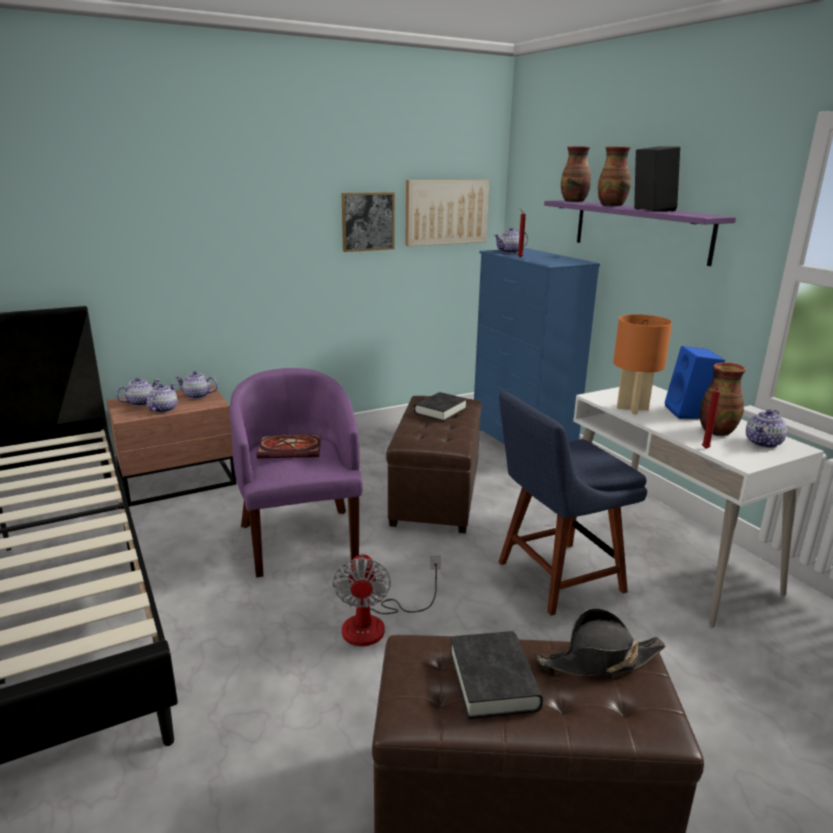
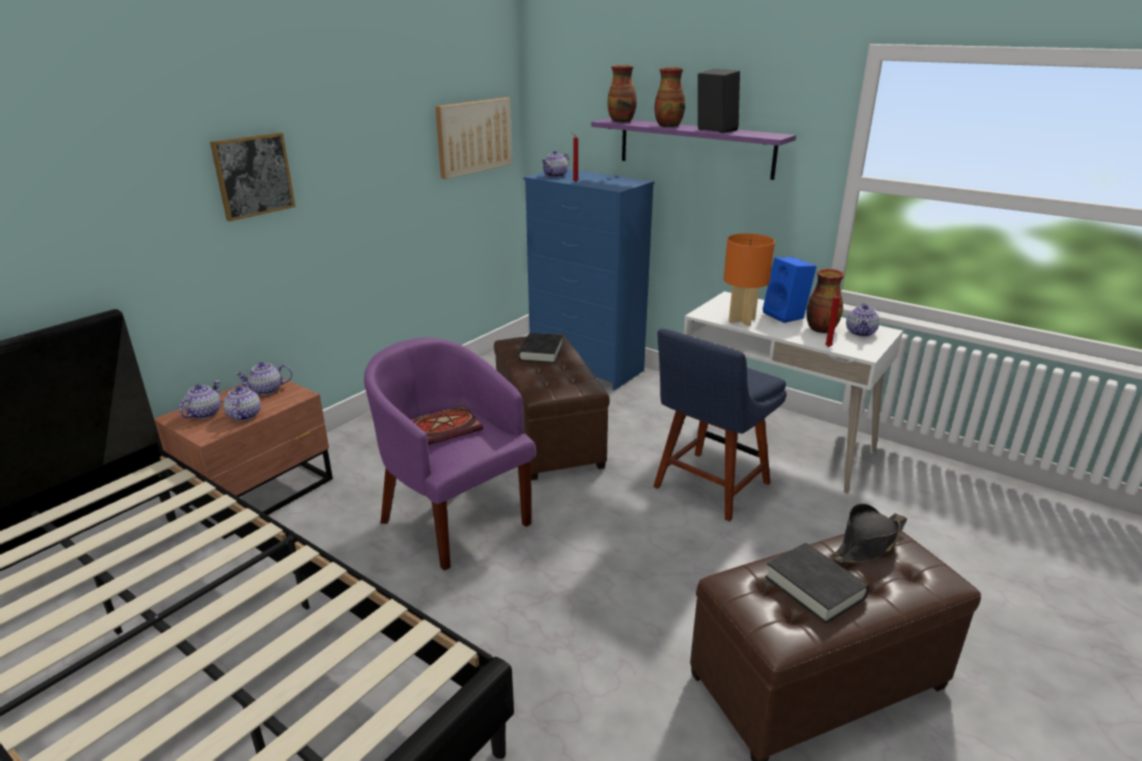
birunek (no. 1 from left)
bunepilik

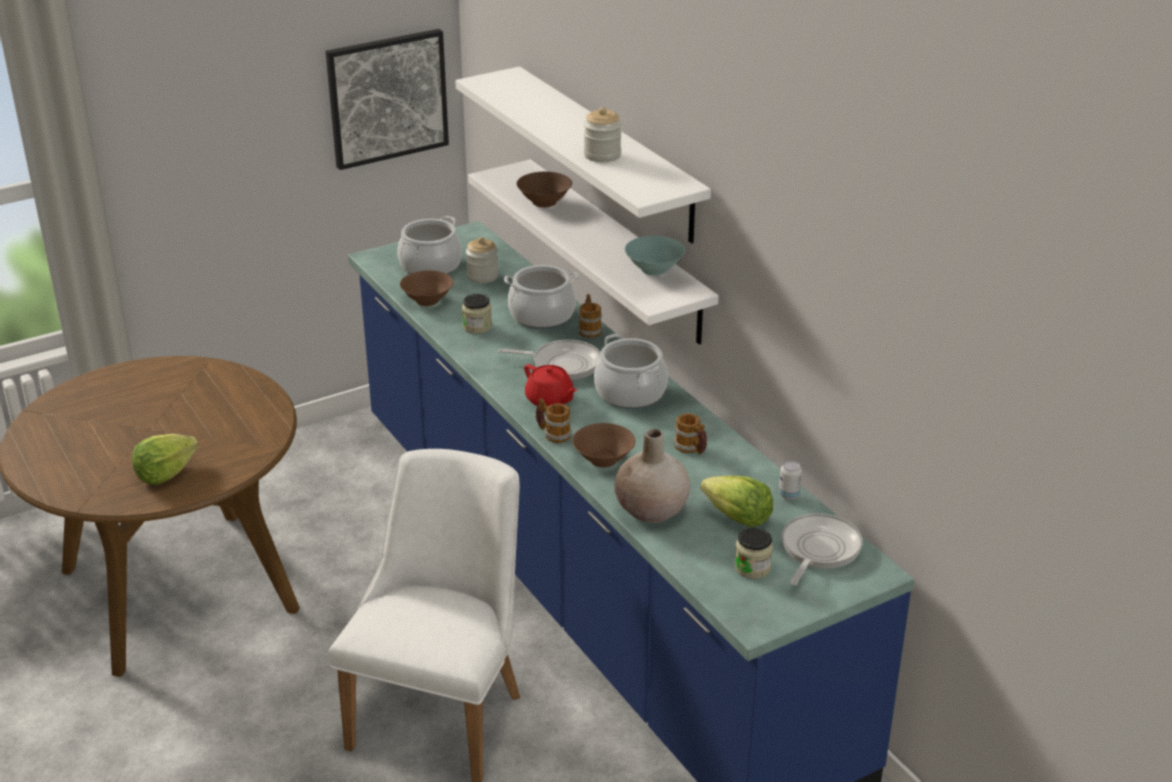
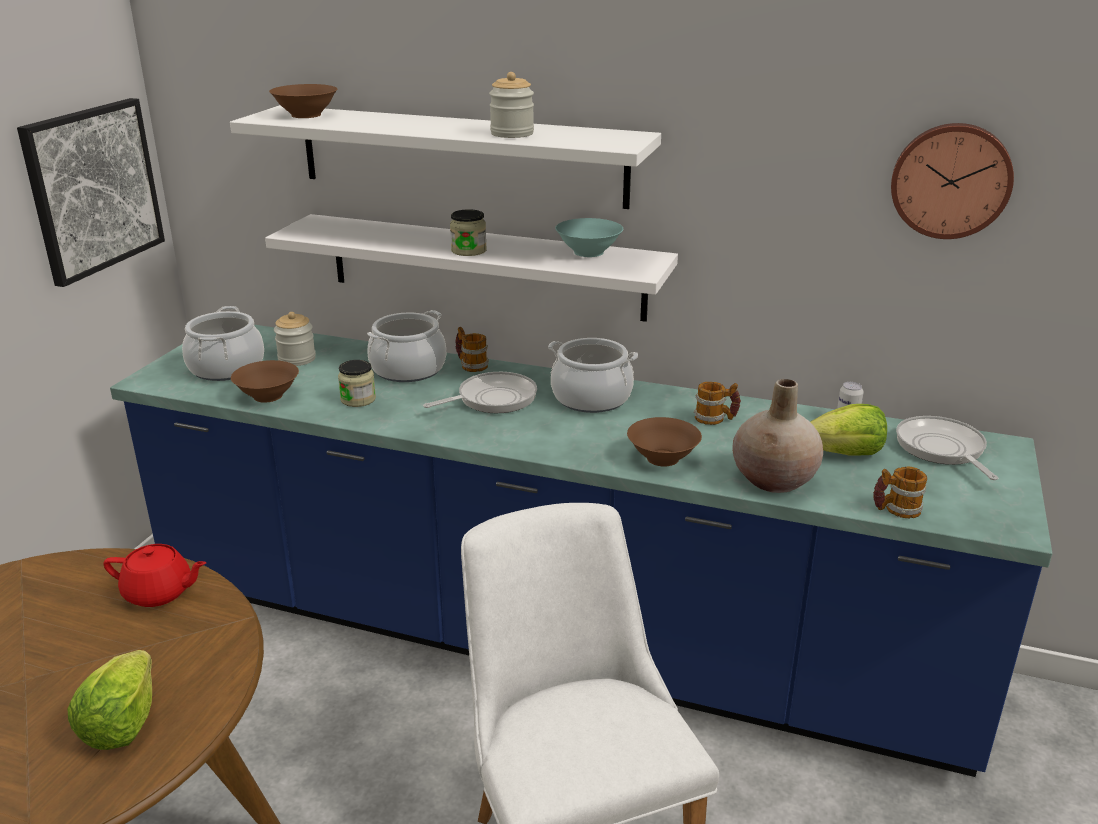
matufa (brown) (no. 2 from left)
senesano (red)
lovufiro (no. 3 from left)
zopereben (no. 3 from left)
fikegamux

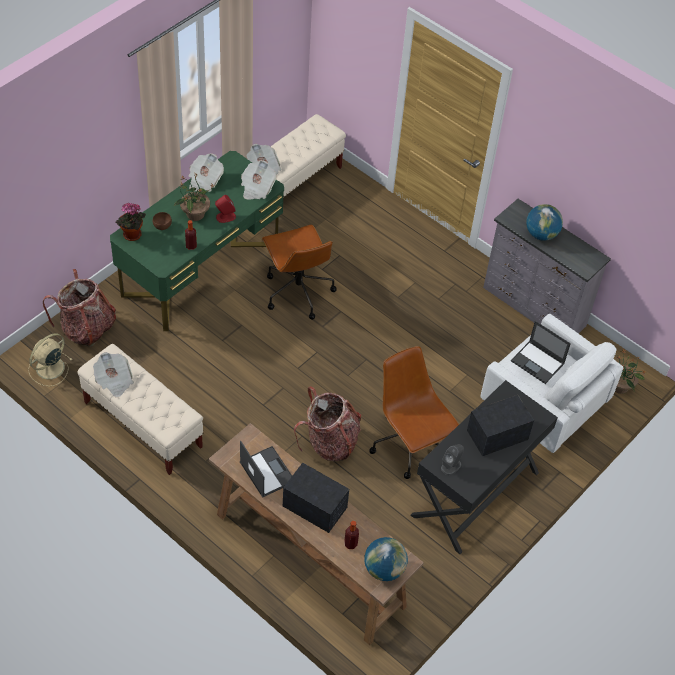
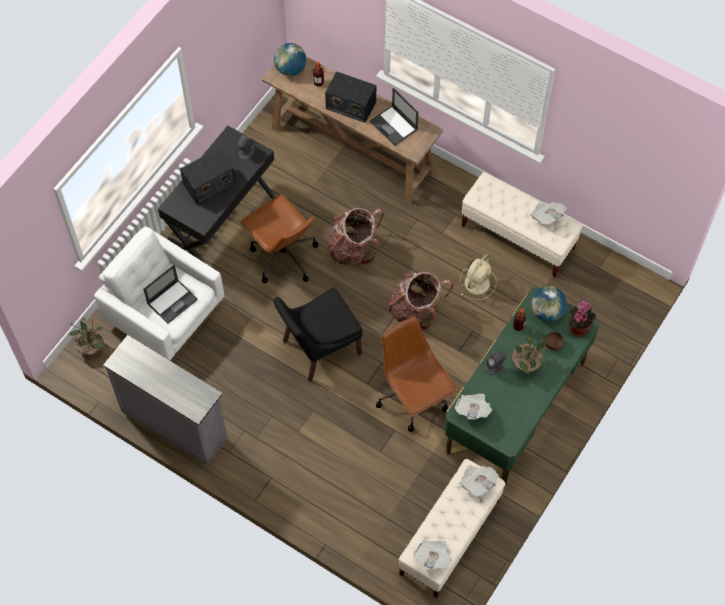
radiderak (no. 1 from left)
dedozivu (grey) (no. 2 from left)
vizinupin (no. 2 from left)
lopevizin (no. 2 from left)
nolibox (no. 1 from left)
bunepilik (beige)
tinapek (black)

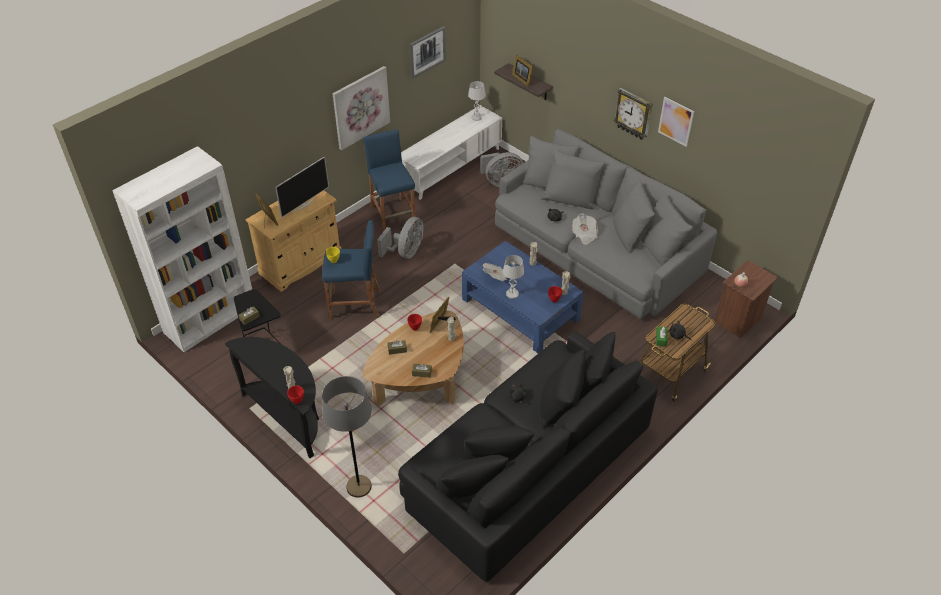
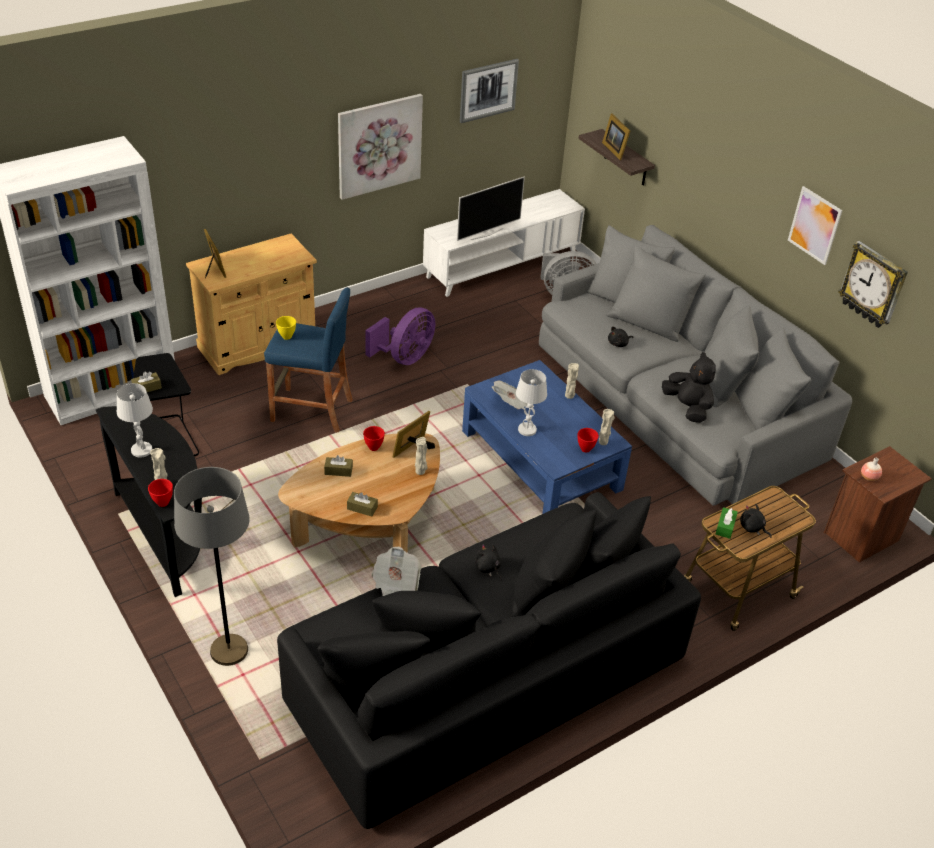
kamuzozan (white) (no. 1 from left)
fikegamux
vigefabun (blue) (no. 2 from left in the first image)
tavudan
radiderak (no. 1 from left)
bunepilik (purple)
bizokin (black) (no. 3 from left)

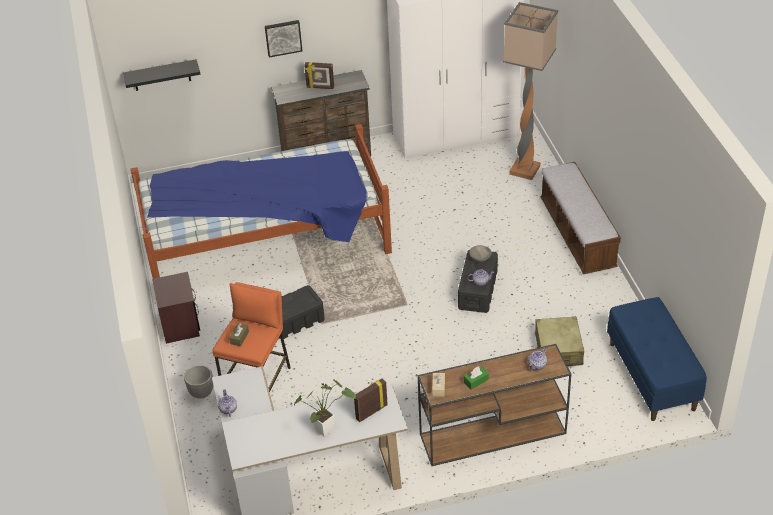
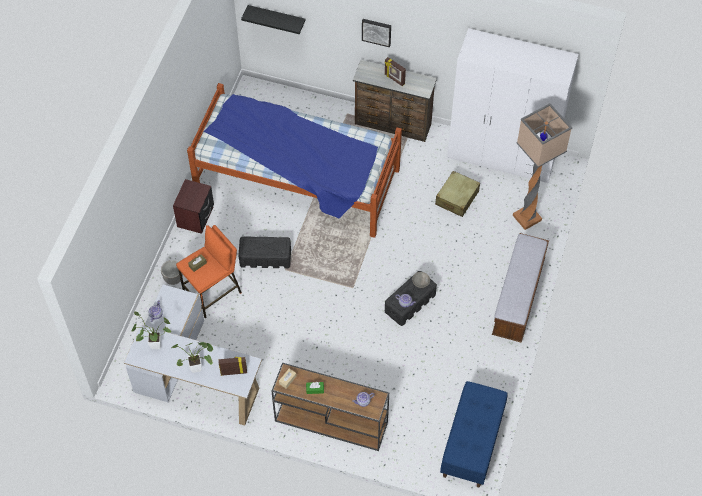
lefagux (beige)
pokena (no. 1 from left)

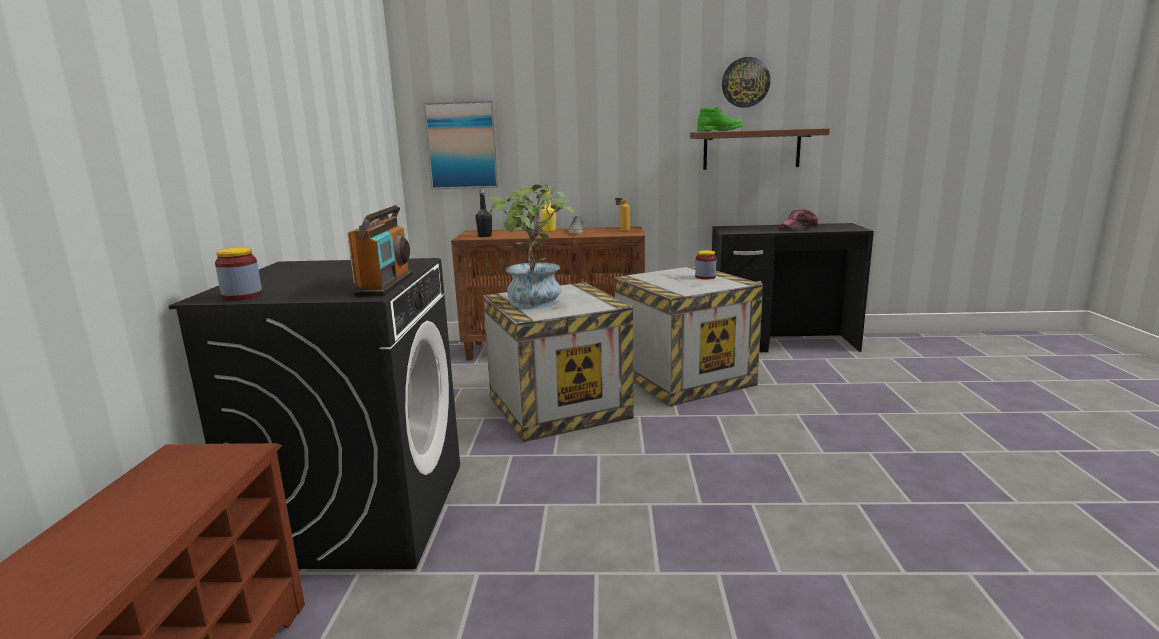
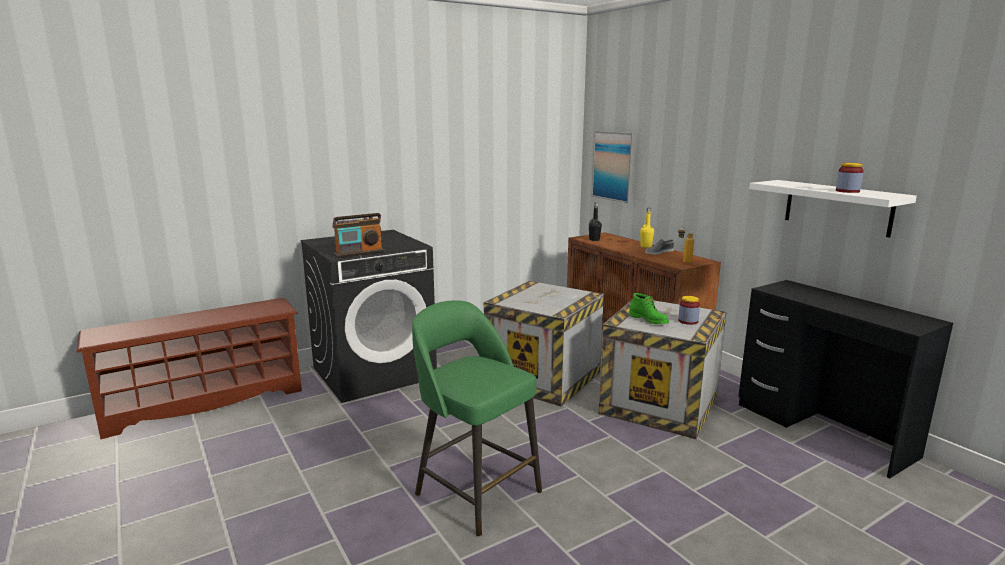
fikegamux
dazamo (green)
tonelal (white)
pokena
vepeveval
zopereben (no. 2 from left)
vigefabun (green)

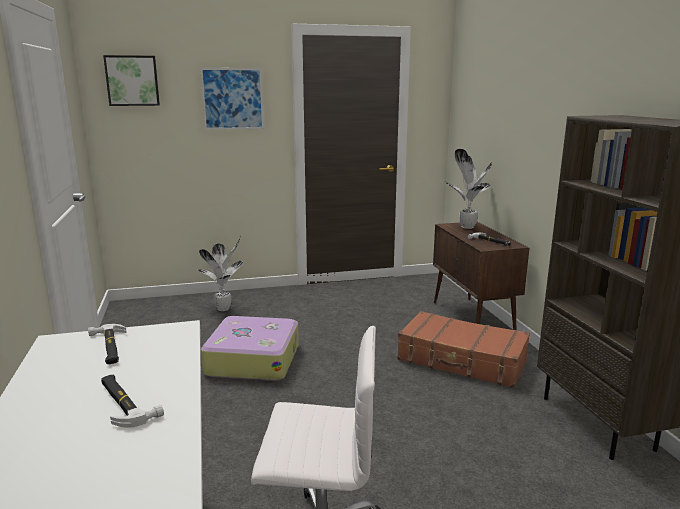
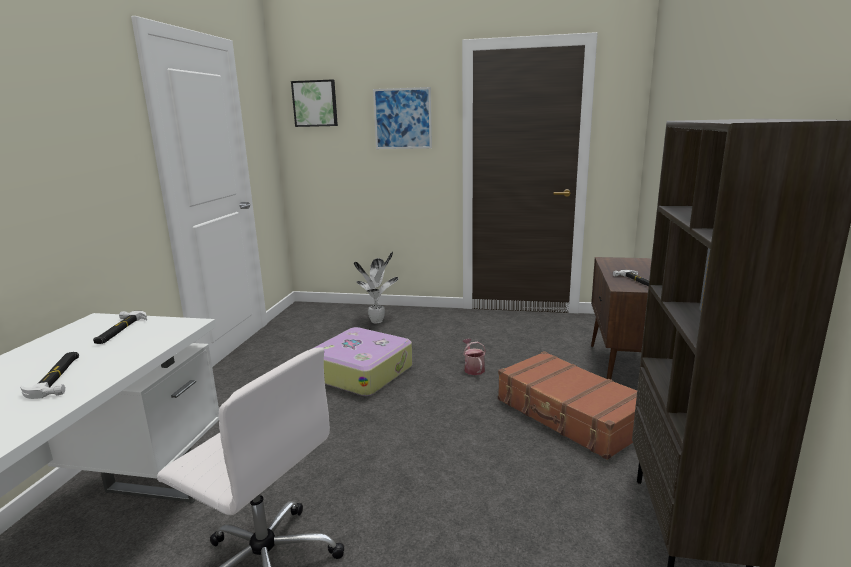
pokena (no. 2 from left in the first image)
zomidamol

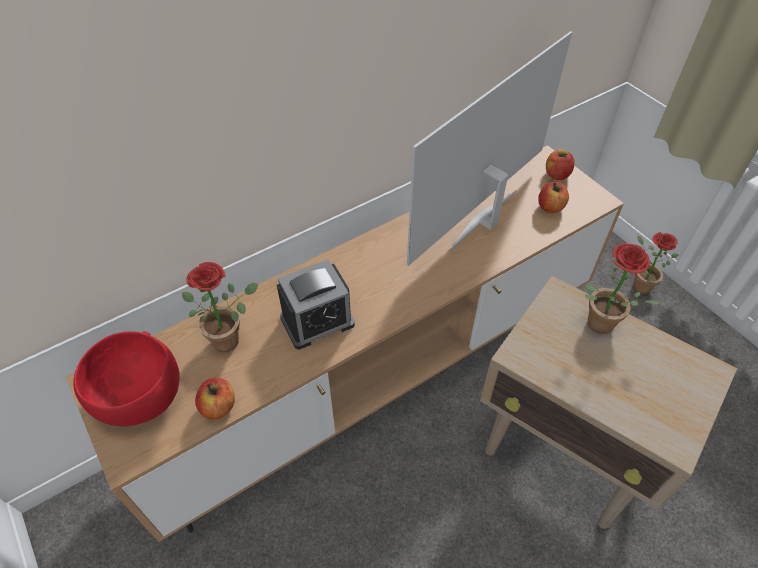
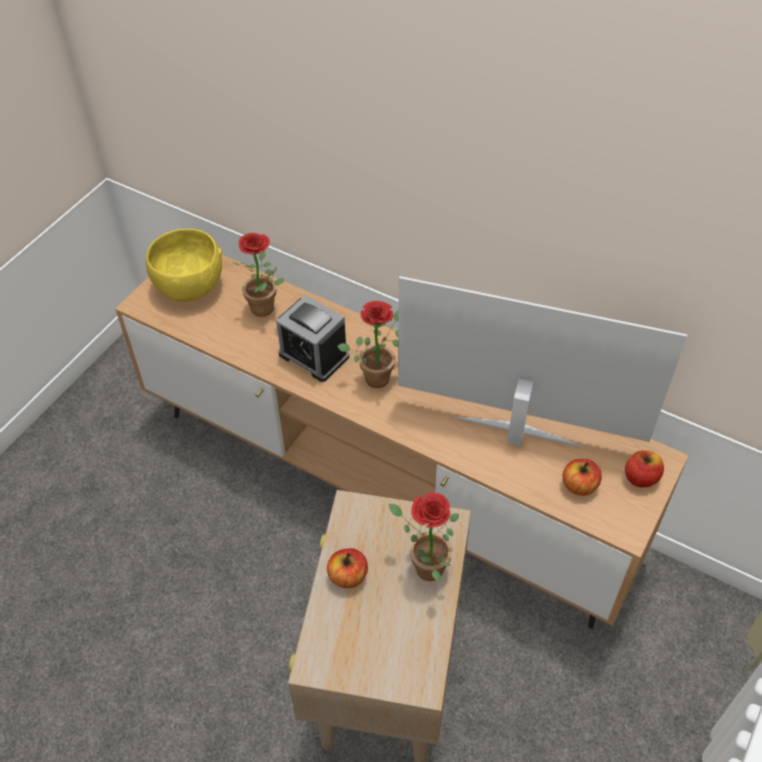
pokena (no. 2 from left)
matufa (yellow)
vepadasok (no. 1 from left)

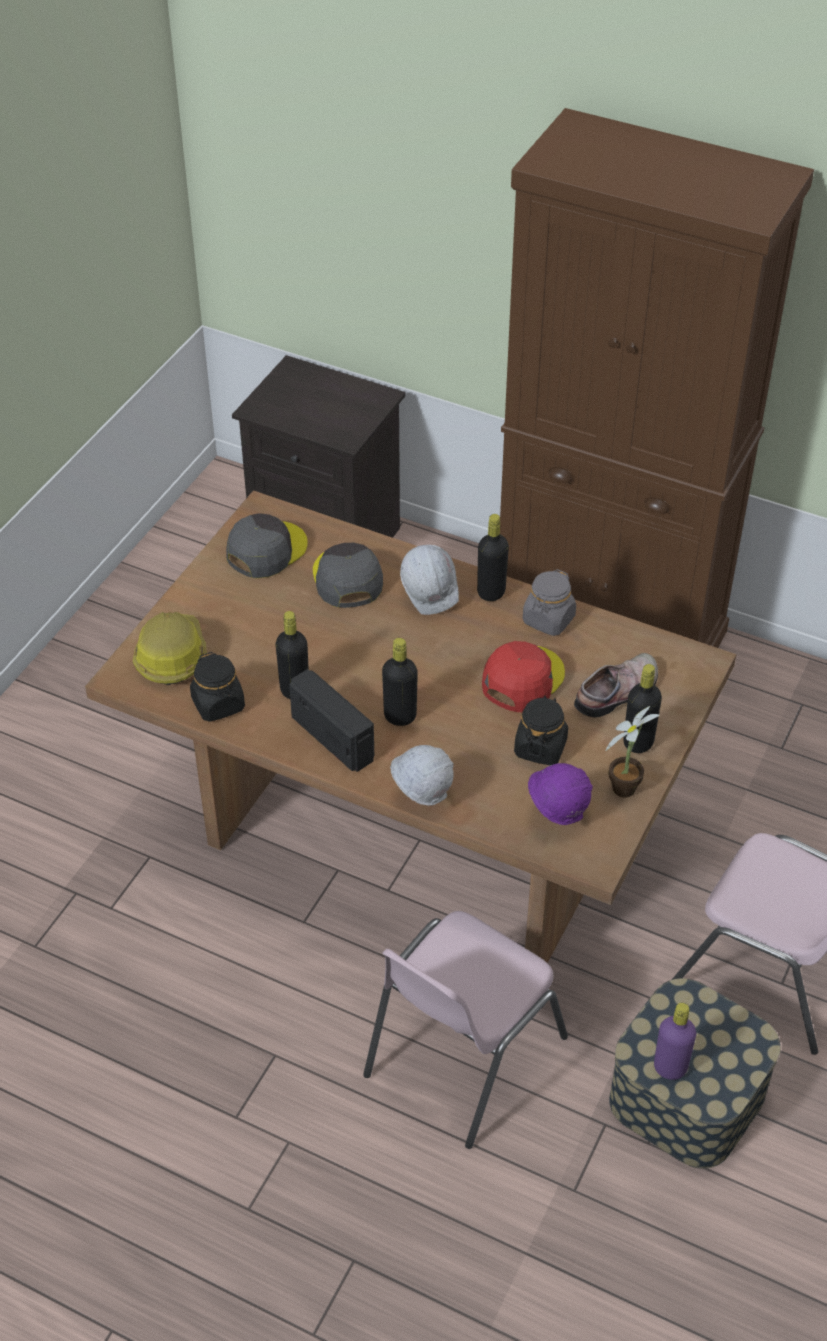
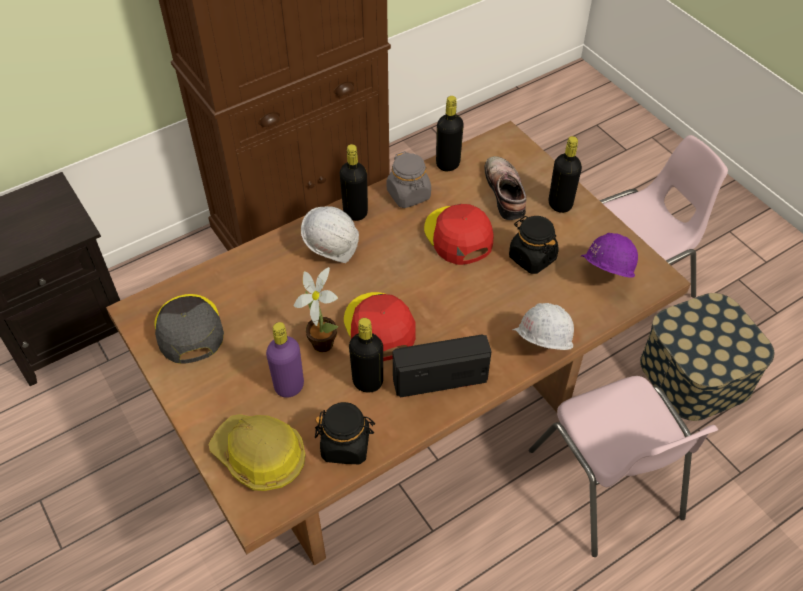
vepeveval (grey) (no. 2 from left in the first image)
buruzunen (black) (no. 3 from left)
pokena
buruzunen (purple)
vepeveval (red) (no. 1 from left)

